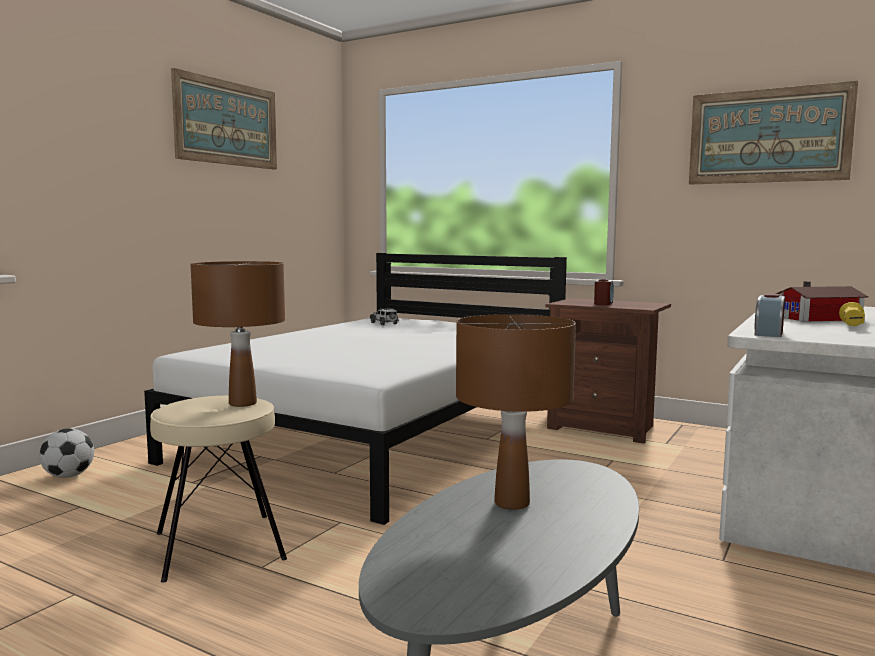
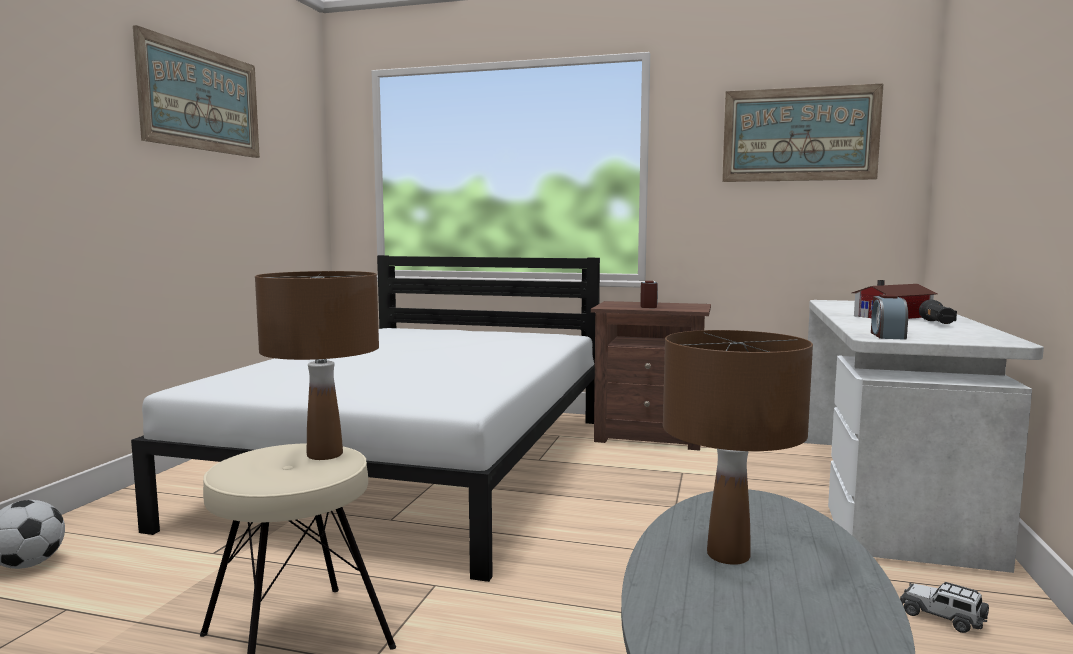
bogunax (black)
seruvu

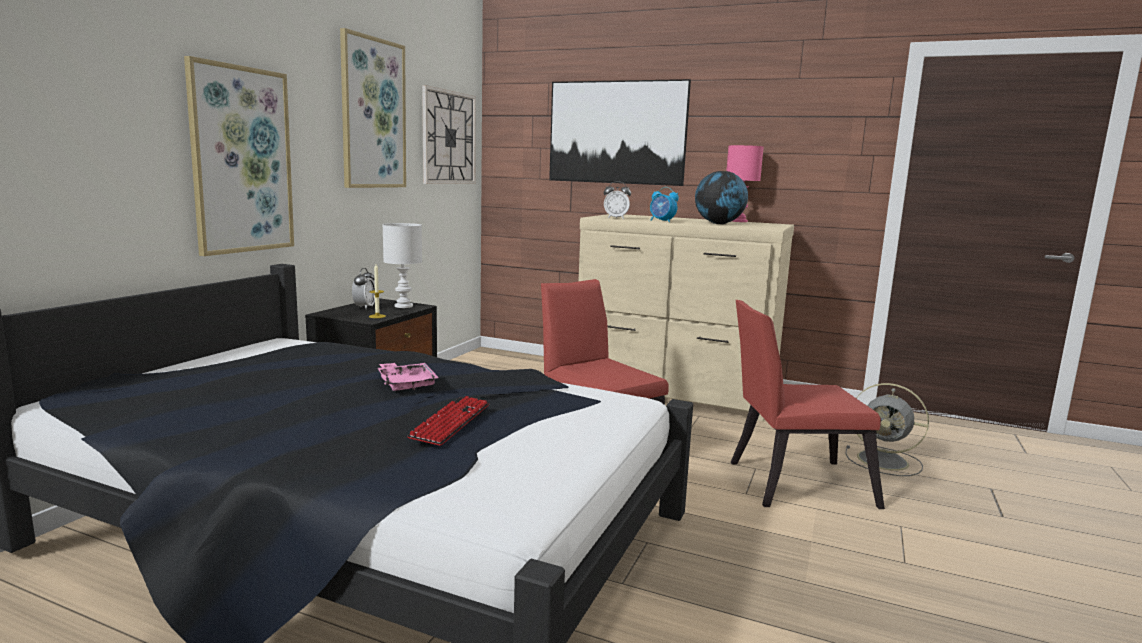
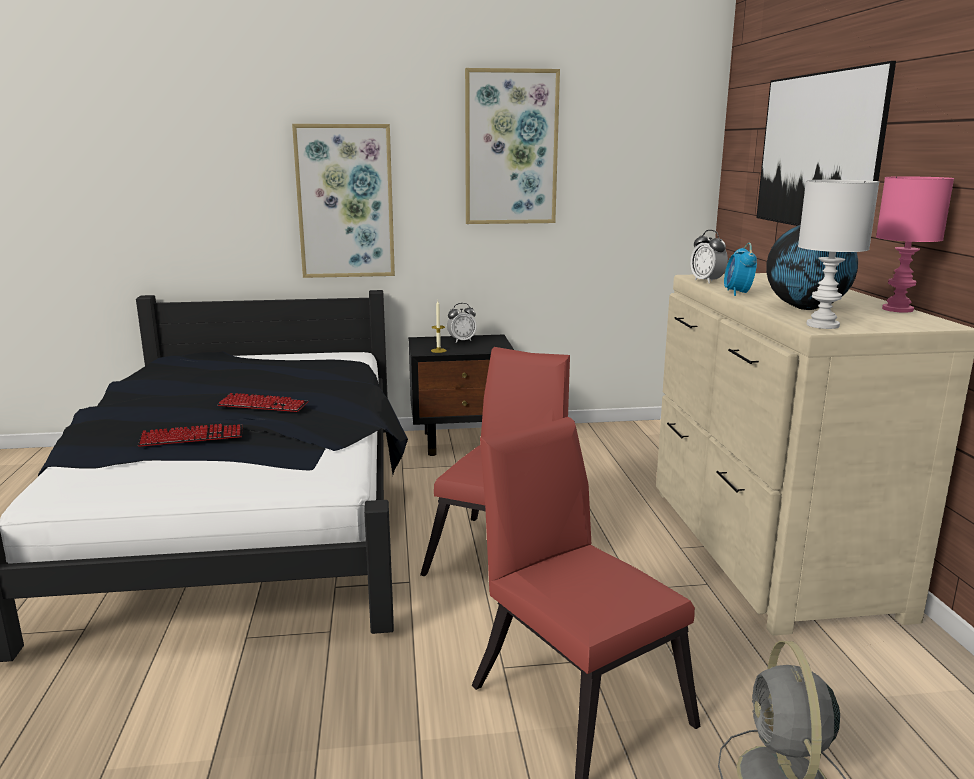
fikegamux
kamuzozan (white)
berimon (no. 2 from left)

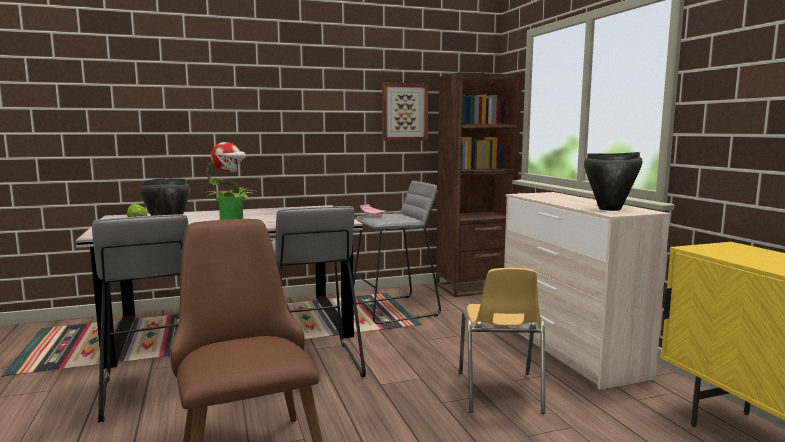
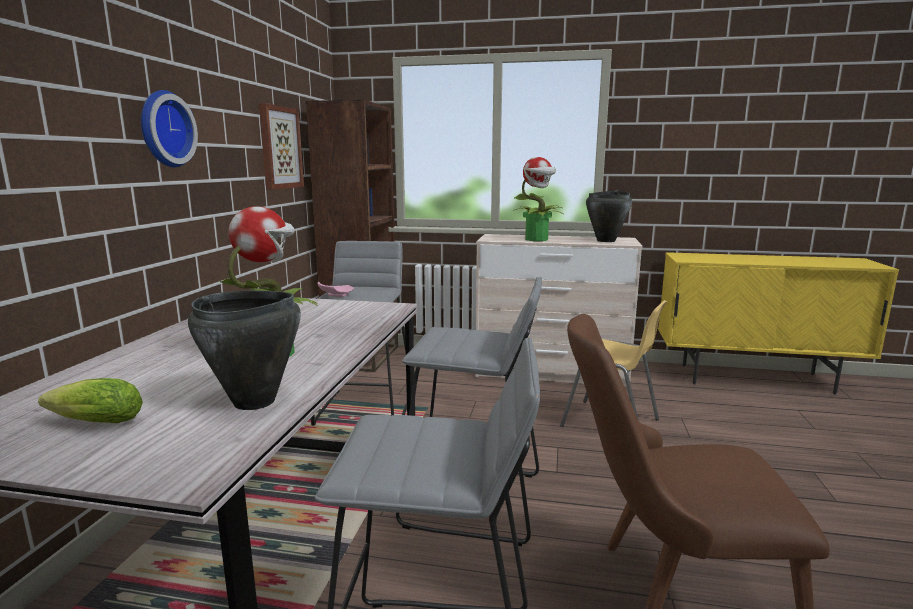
fikegamux
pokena (no. 2 from left)

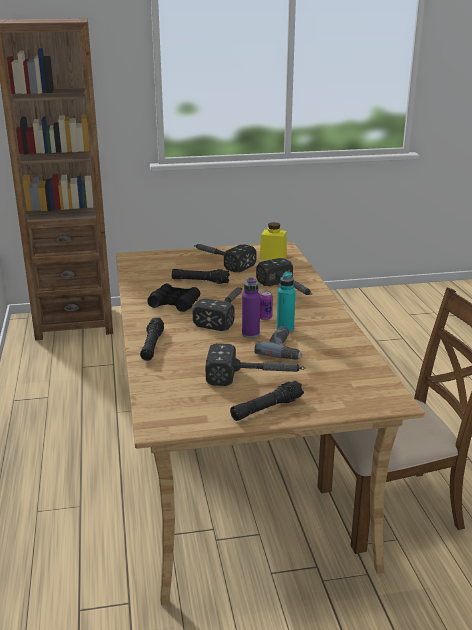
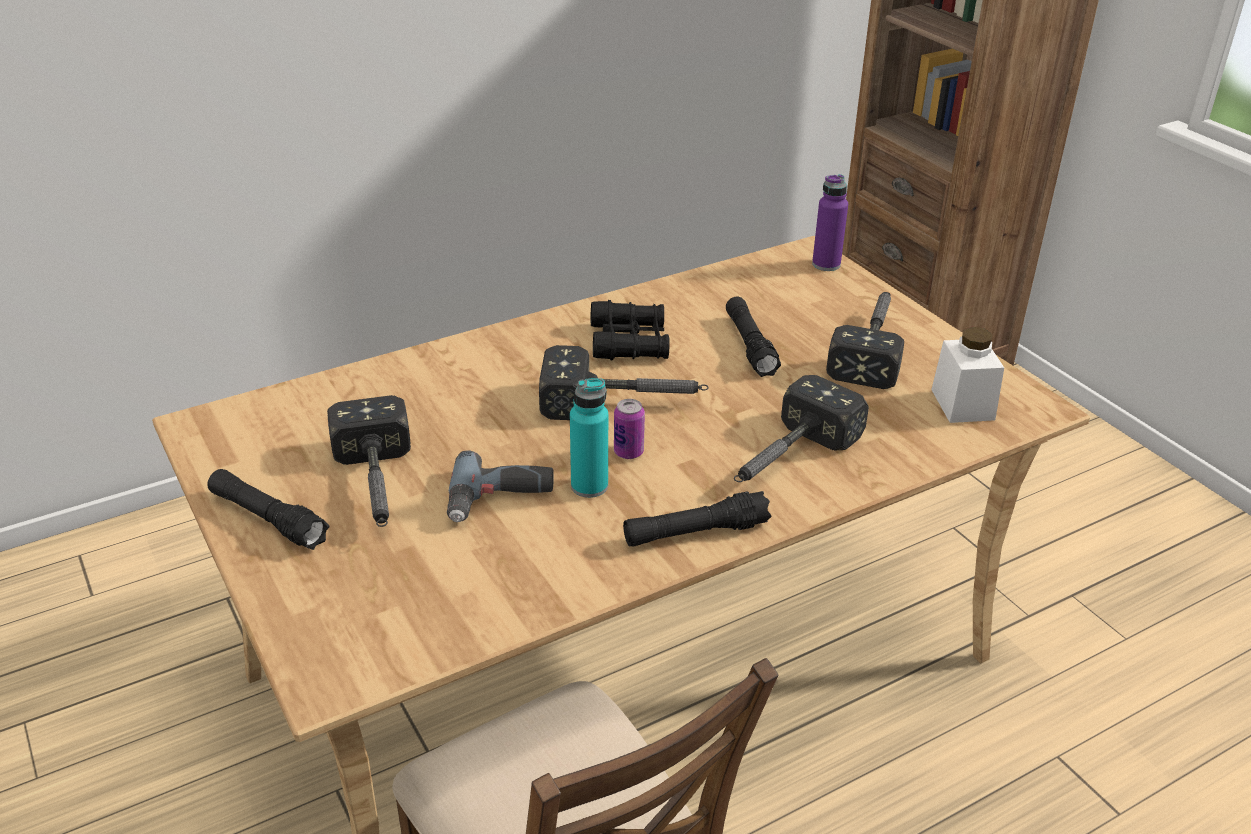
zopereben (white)
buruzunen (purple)
bogunax (black) (no. 2 from left)

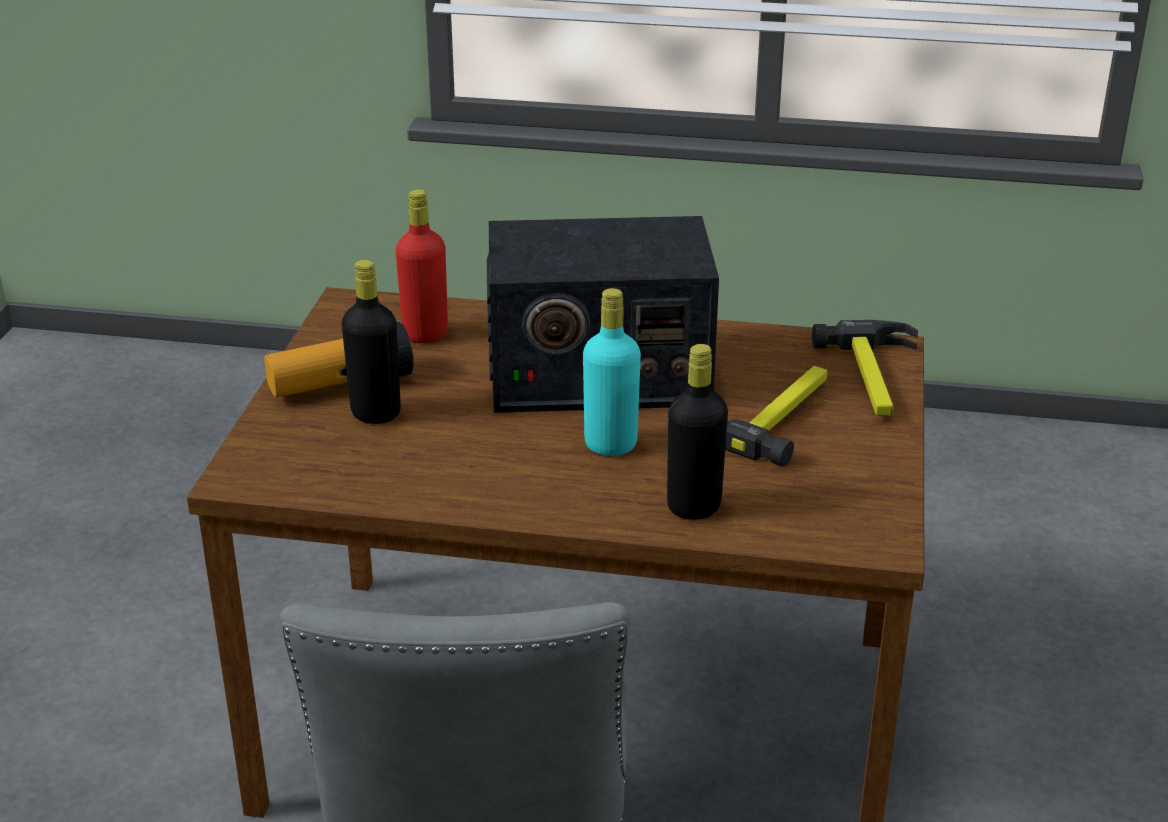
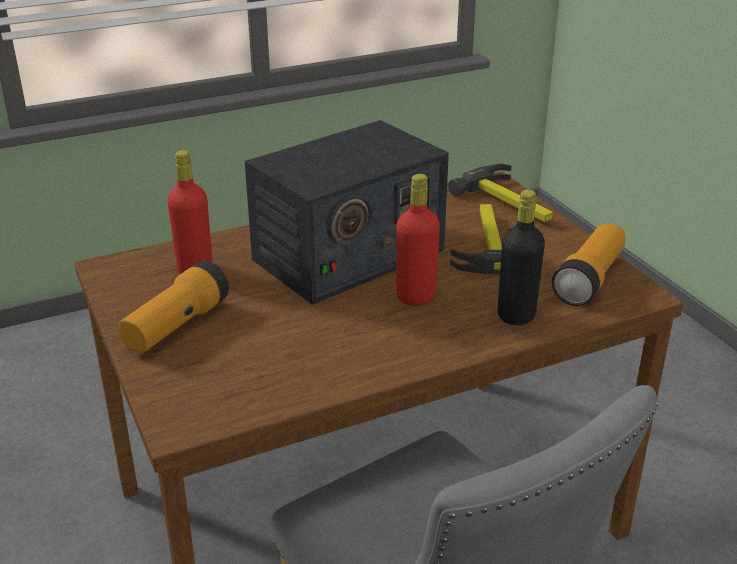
buruzunen (black) (no. 1 from left in the first image)
buruzunen (red) (no. 2 from left)
bogunax (no. 2 from left)

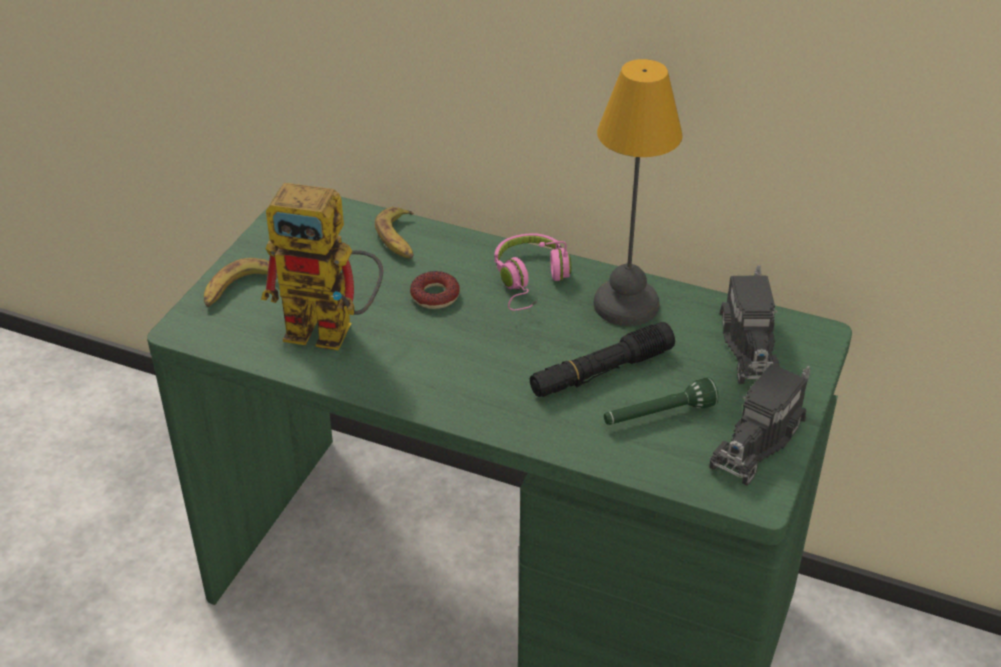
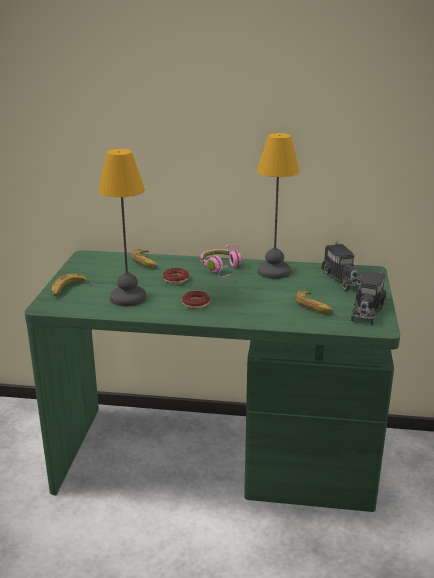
kamuzozan (no. 1 from left)
bogunax (black)
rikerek (no. 3 from left)
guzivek (no. 2 from left)

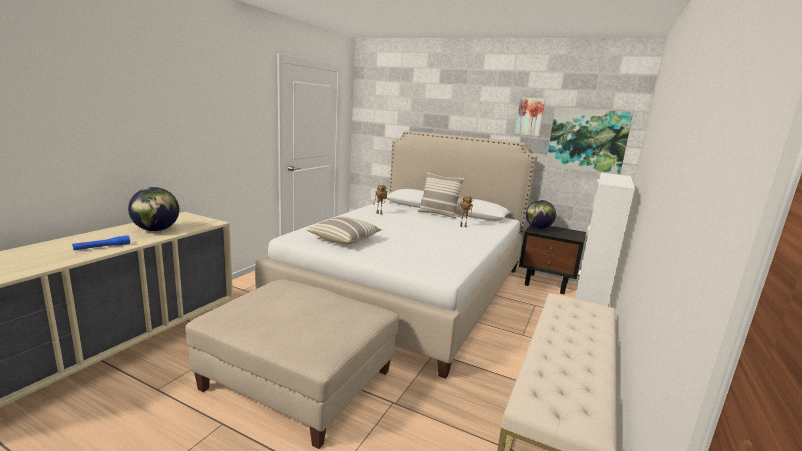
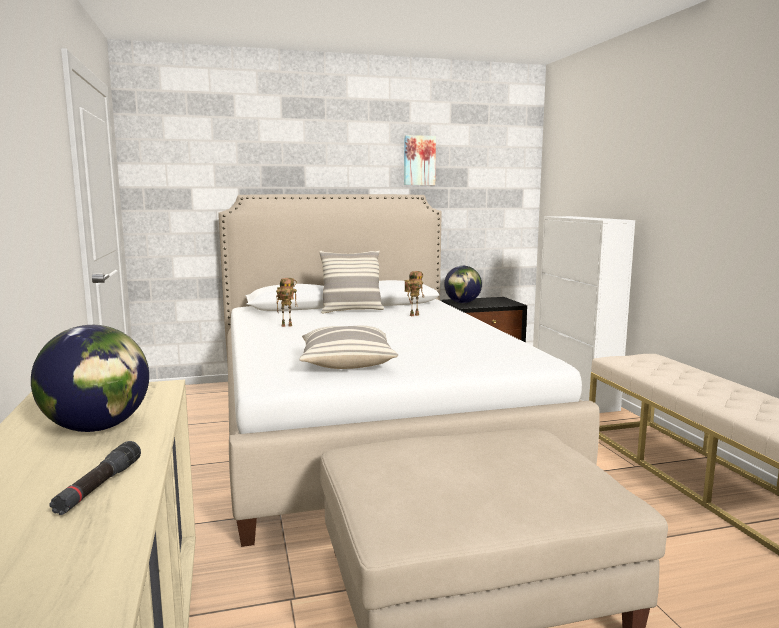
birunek (no. 2 from left in the first image)
bogunax (black)

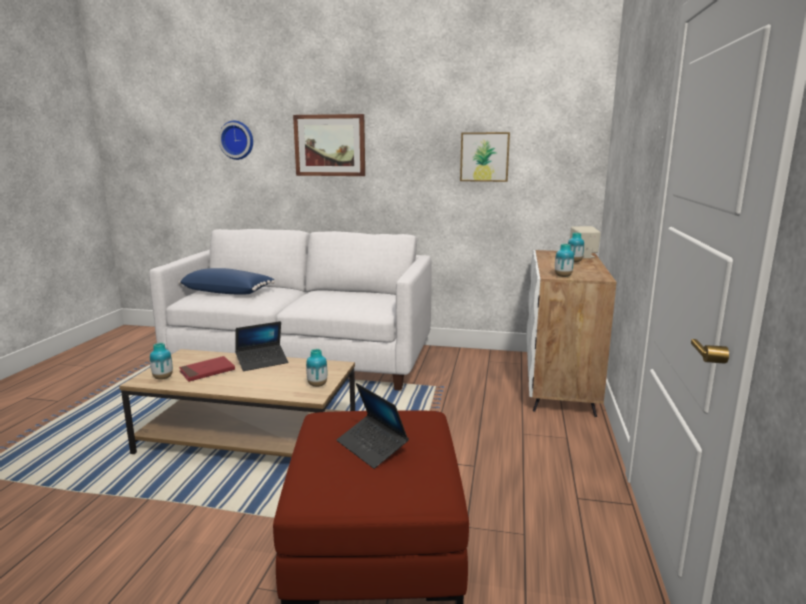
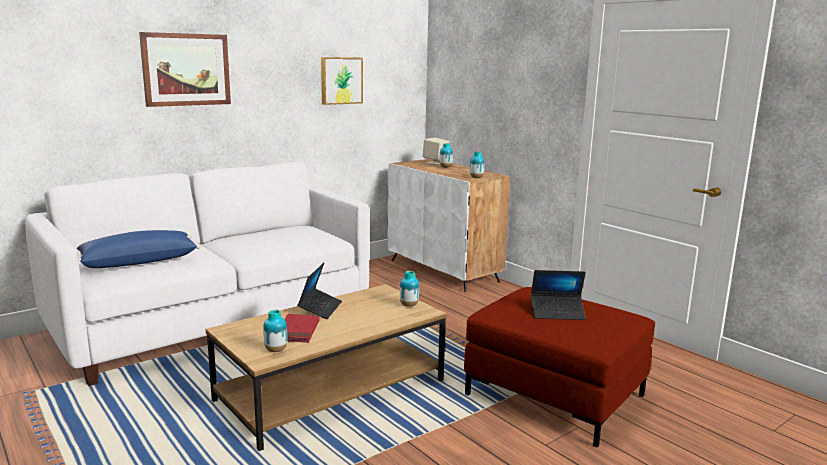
fikegamux

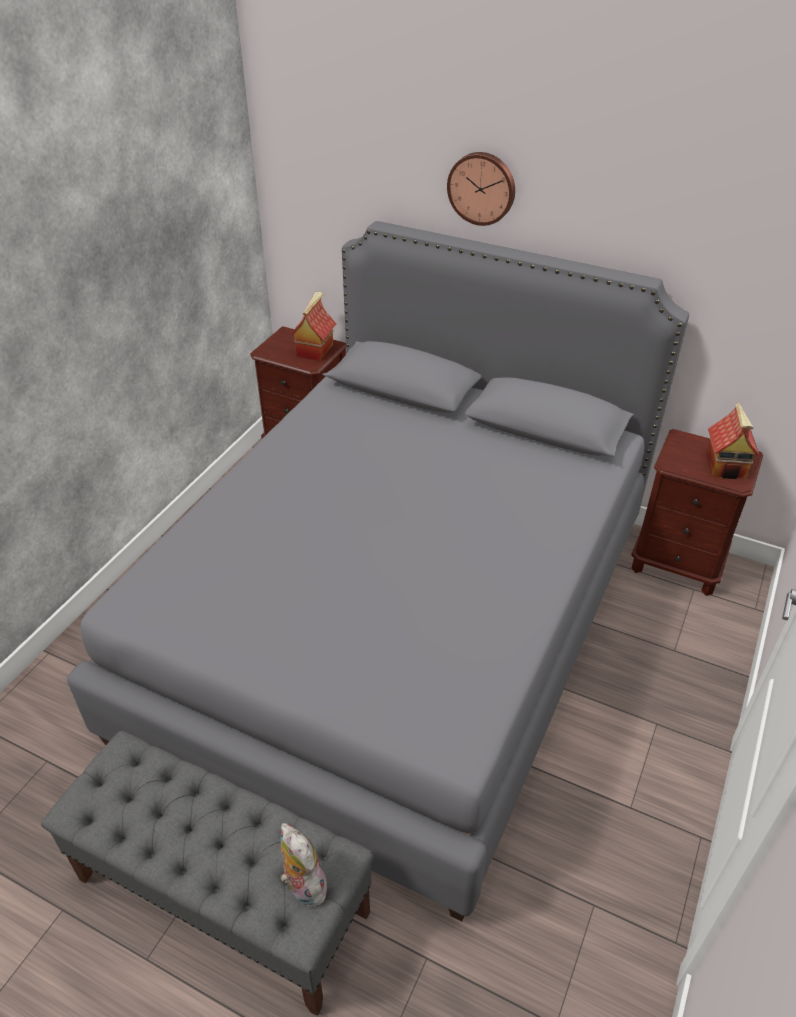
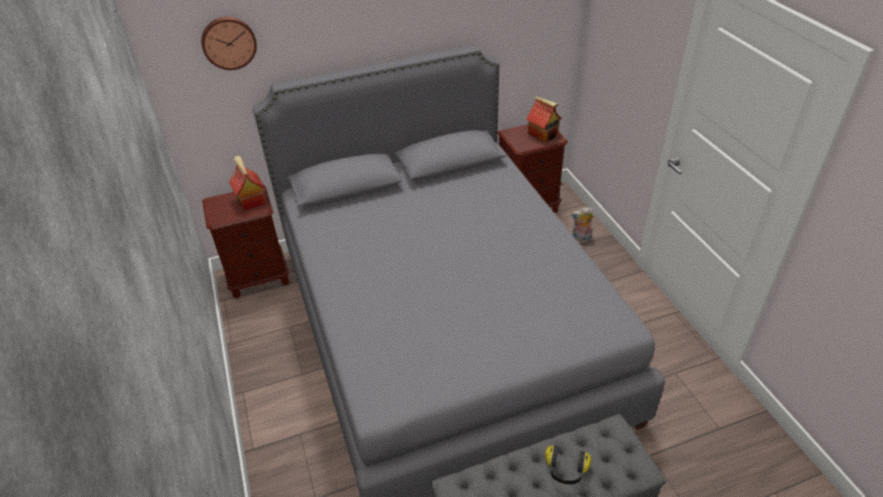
fikegamux
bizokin
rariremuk

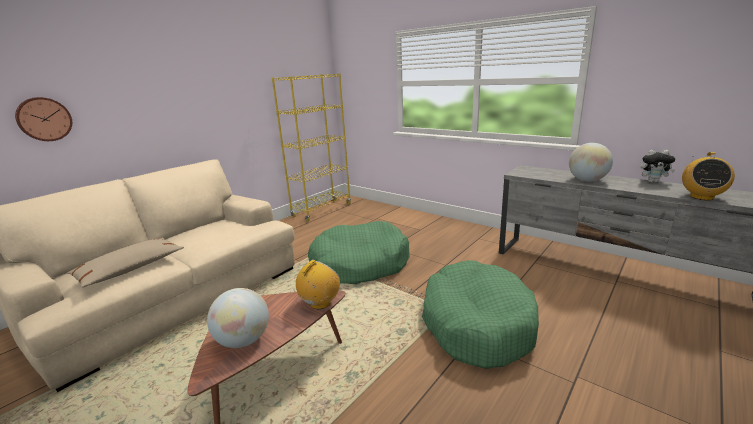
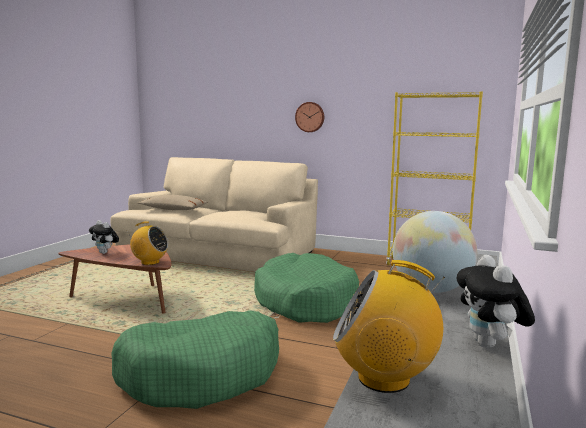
fikegamux
bizokin (no. 1 from left)

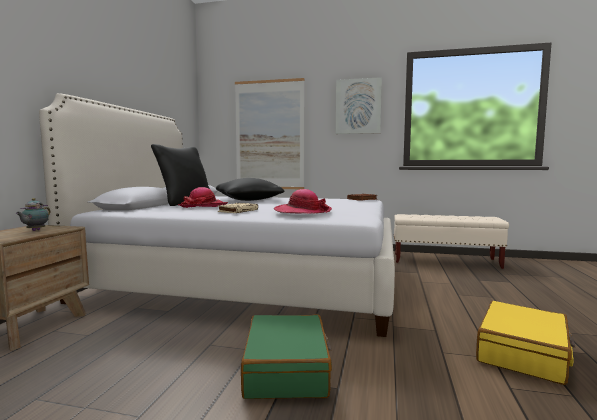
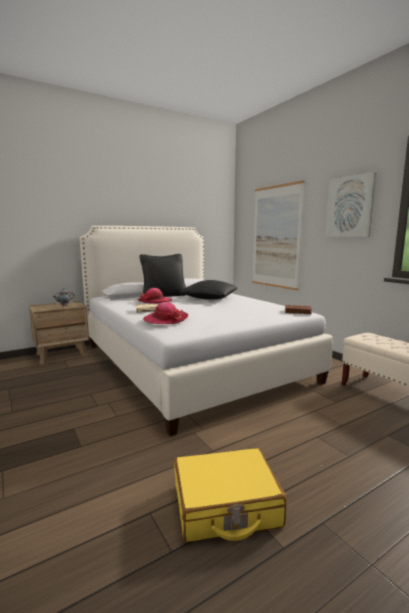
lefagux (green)

